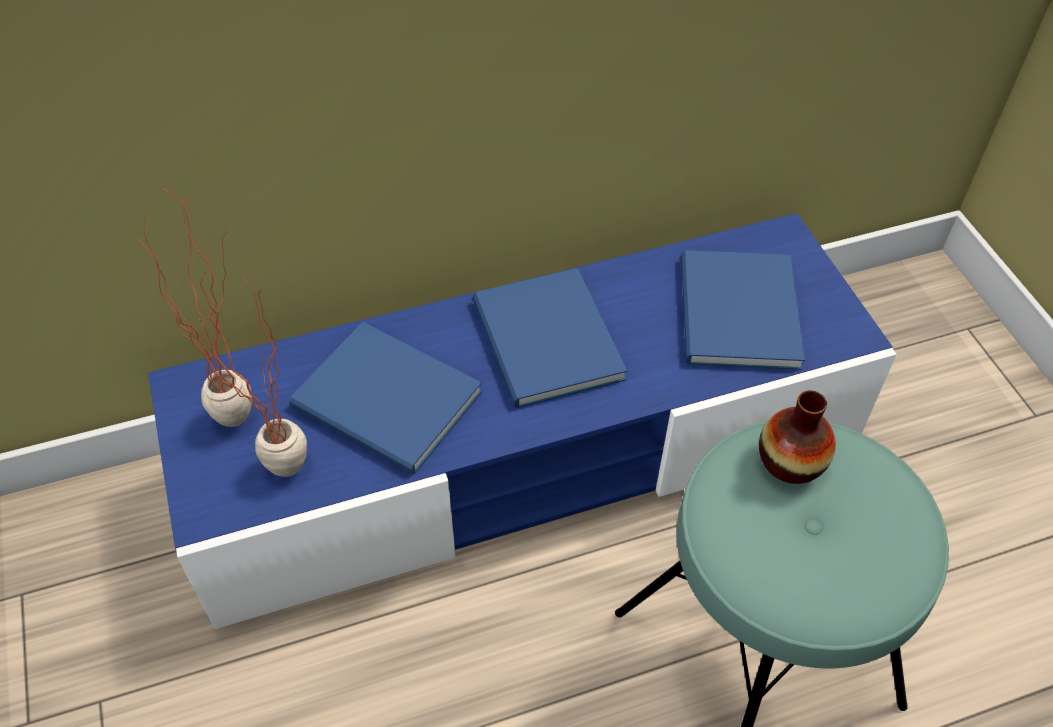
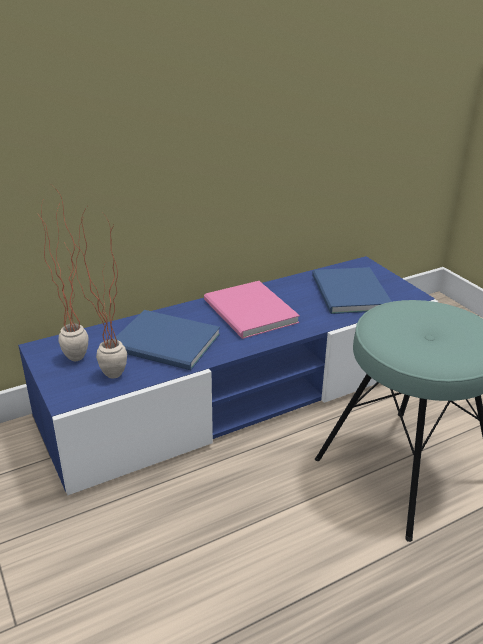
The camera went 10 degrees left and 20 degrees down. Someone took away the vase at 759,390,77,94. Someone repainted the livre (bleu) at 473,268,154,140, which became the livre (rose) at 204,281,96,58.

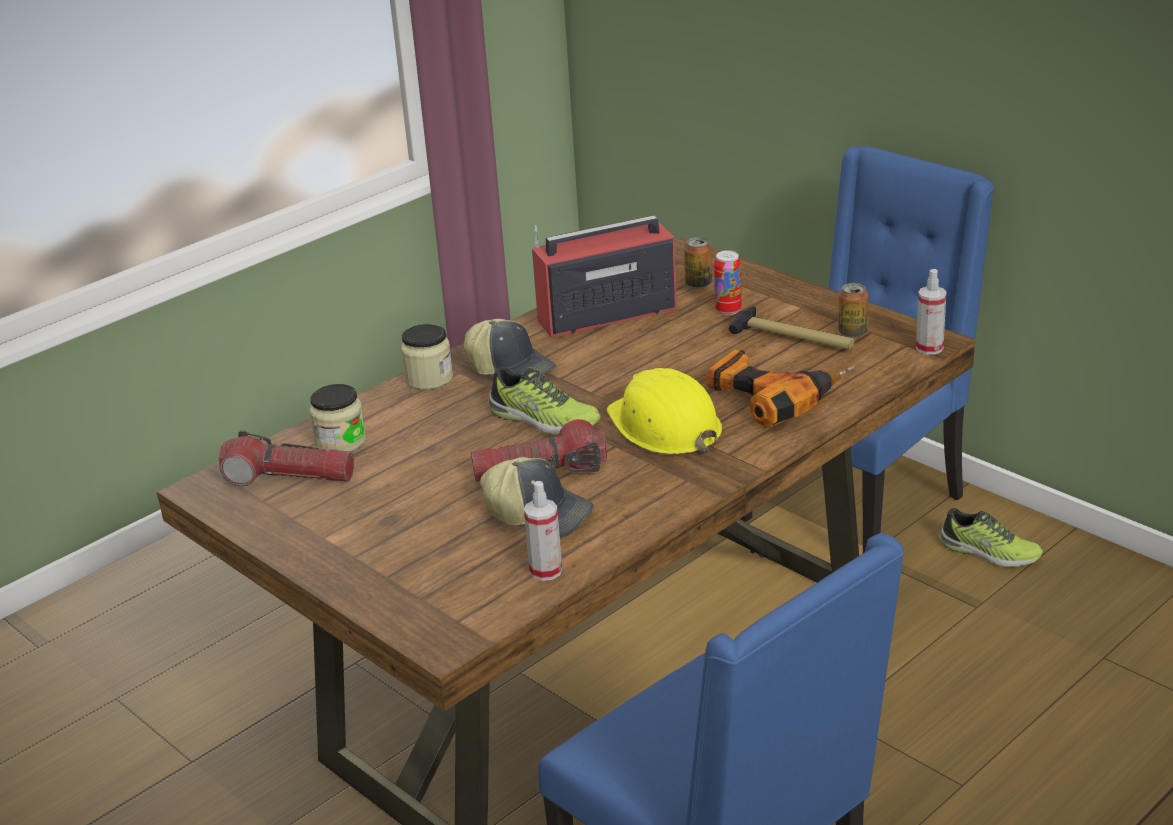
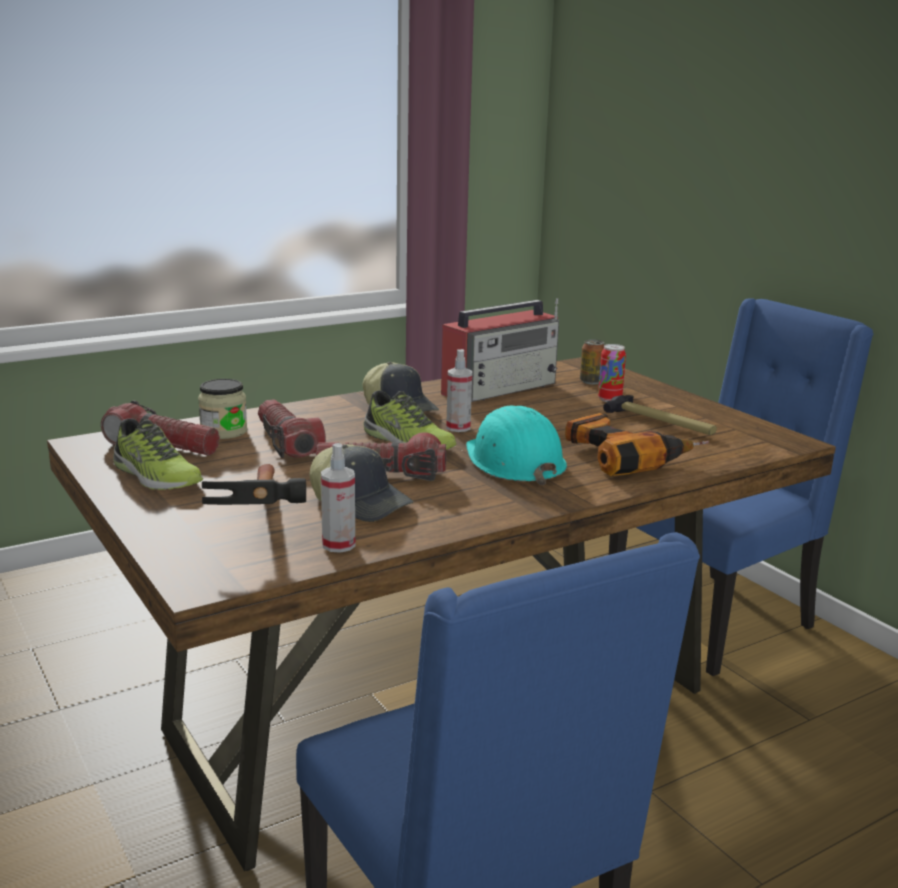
The camera went 10 degrees right and 10 degrees down. Someone took away the bocal at 401,324,52,66. Someone took away the boîte métallique at 838,283,30,55. Someone put down the marteau at 202,464,104,41. Someone put down the lampe de poche at 258,399,68,59. Someone carried the vaporisateur from 916,269,31,86 to 446,349,26,83. Someone carried the chaussure from 940,508,103,59 to 113,418,90,72. Someone repainted the casque de chantier (jaune) at 607,368,115,86, which became the casque de chantier (turquoise) at 466,406,101,79. Someone rotated the radio at 532,215,145,123 by 150 degrees clockwise.

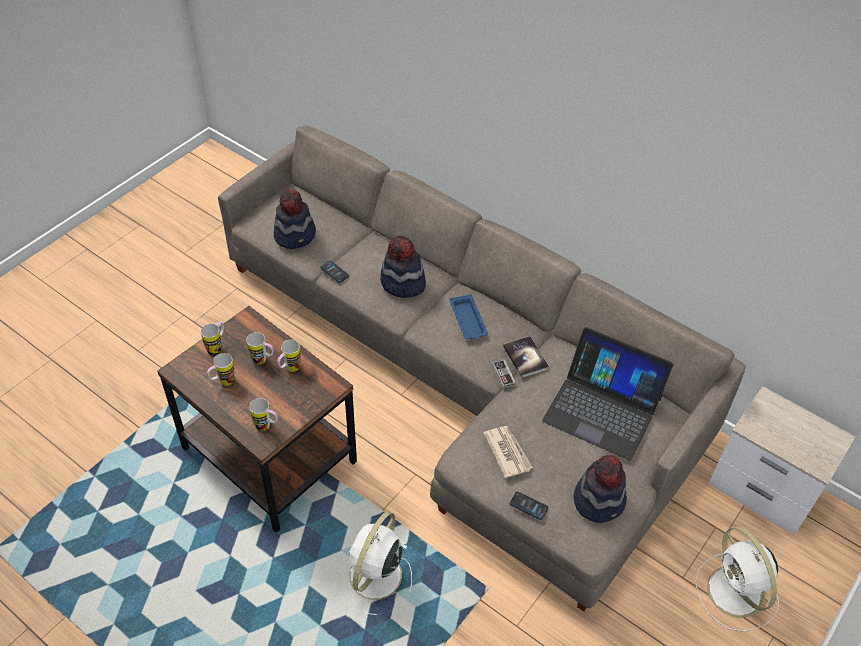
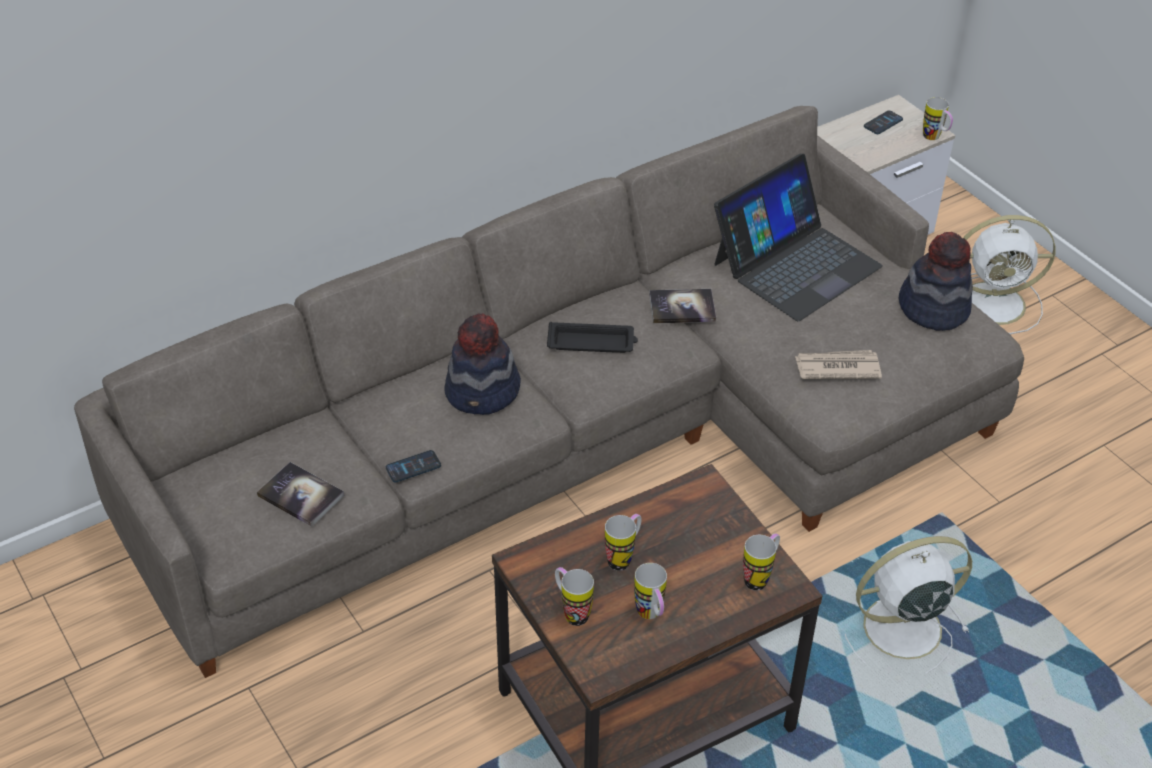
The camera went 70 degrees left and 5 degrees down. Someone took away the manette at 492,359,24,29. Someone carried the mug from 277,339,24,33 to 923,97,30,43. Someone carried the téléphone from 510,492,38,28 to 864,111,39,23. Someone swapped the chapeau at 274,189,42,60 for the livre at 257,462,88,65. Someone repainted the plateau (bleu) at 449,294,39,46, which became the plateau (noir) at 547,322,91,31. Someone rotated the ventilateur (blanc) at 348,511,64,104 by 120 degrees clockwise.

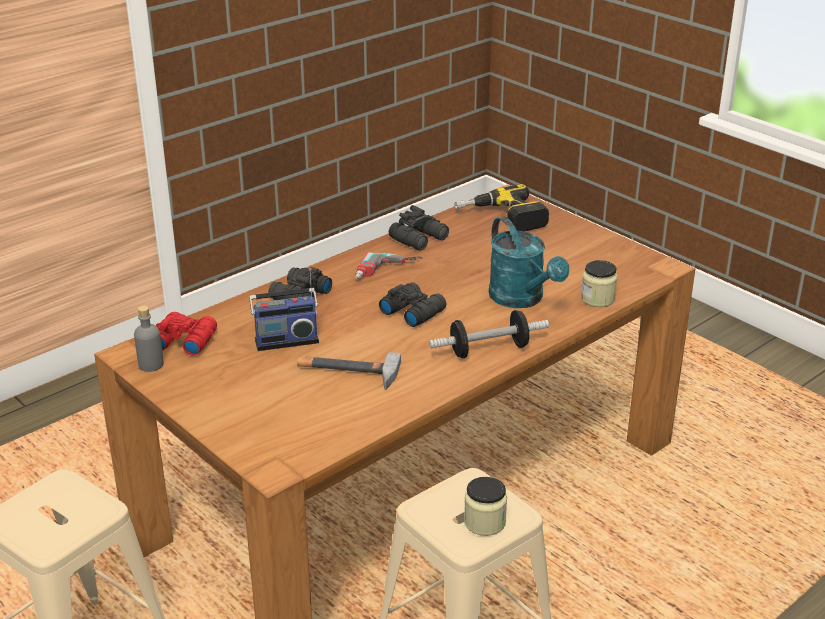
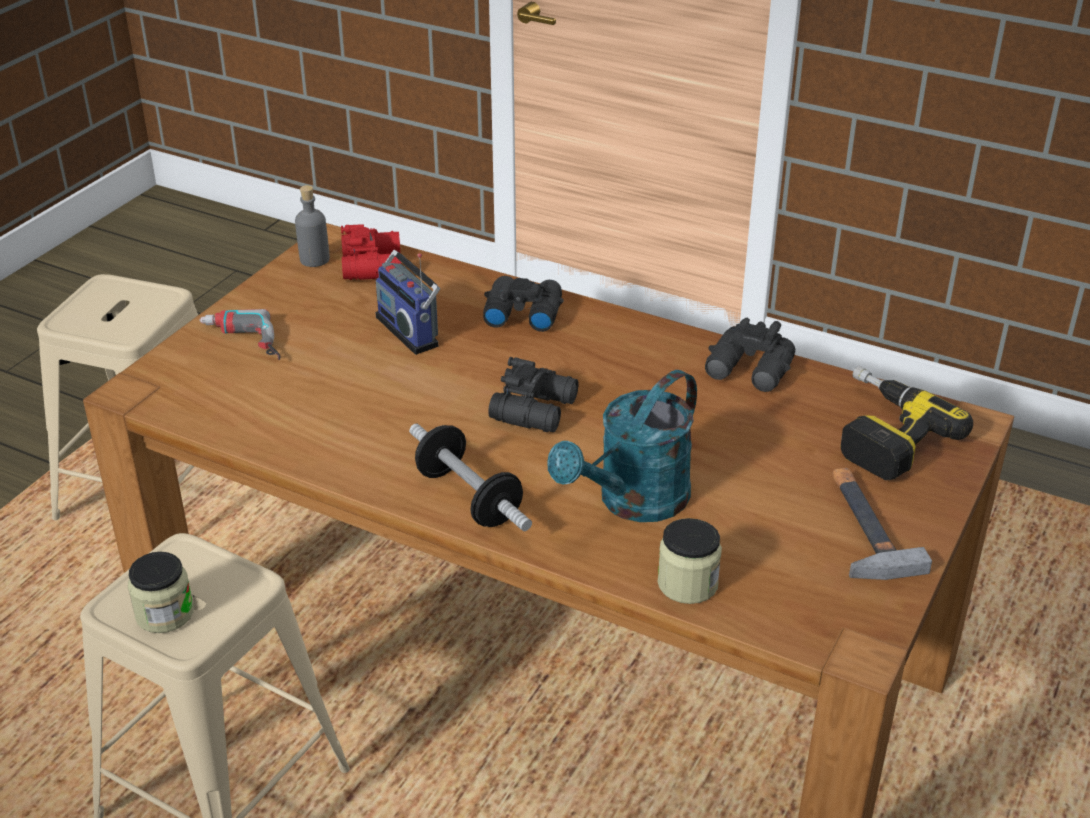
The camera went 70 degrees right and 5 degrees up. Someone carried the marteau from 297,352,104,38 to 833,468,99,112. Someone carried the perceuse from 355,252,68,27 to 199,309,81,51.

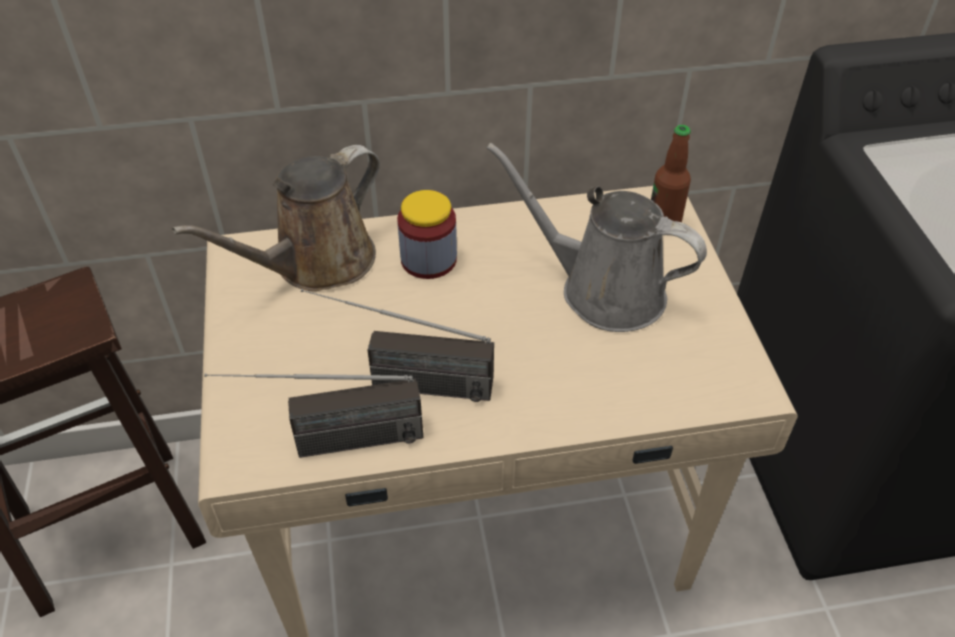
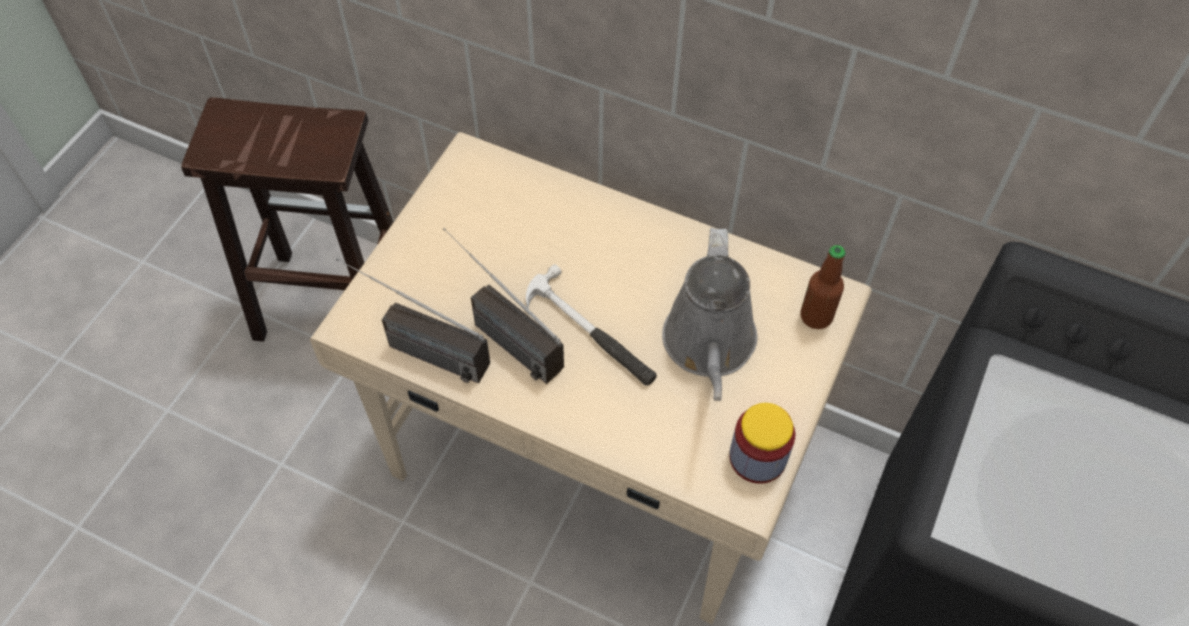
The camera went 35 degrees right and 10 degrees up. Someone took away the arrosoir (marron) at 172,145,208,146. Someone put down the marteau at 526,264,131,122. Someone carried the bocal from 397,190,60,89 to 729,403,66,81. Someone rotated the arrosoir (gris) at 487,143,220,189 by 150 degrees counterclockwise.

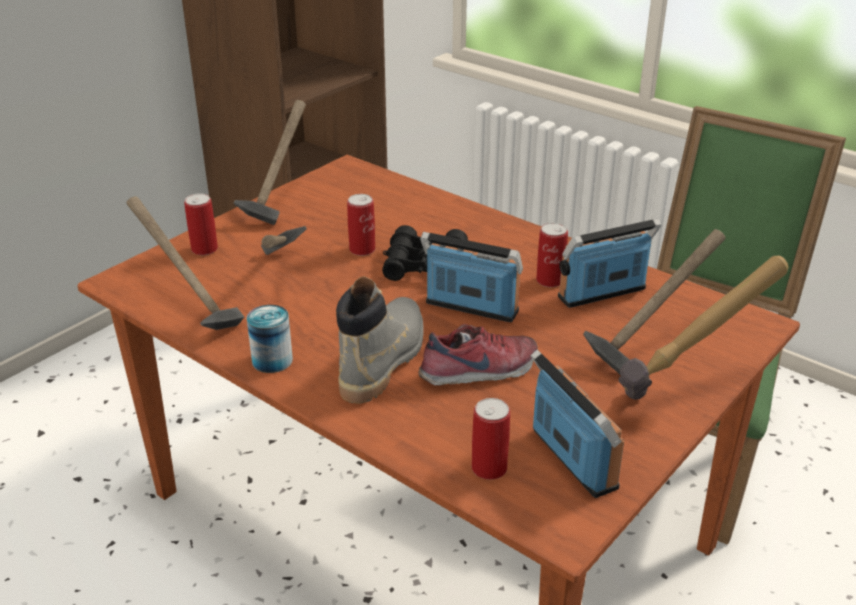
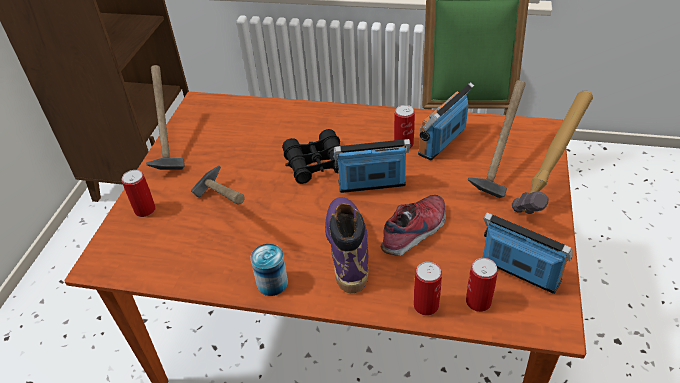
The camera went 25 degrees left and 10 degrees up. Someone took away the marteau at 127,196,117,134. Someone carried the boîte métallique from 347,194,28,62 to 414,262,28,54. Someone repainted the botte (gris) at 336,276,88,128, which became the botte (violet) at 325,197,44,96.

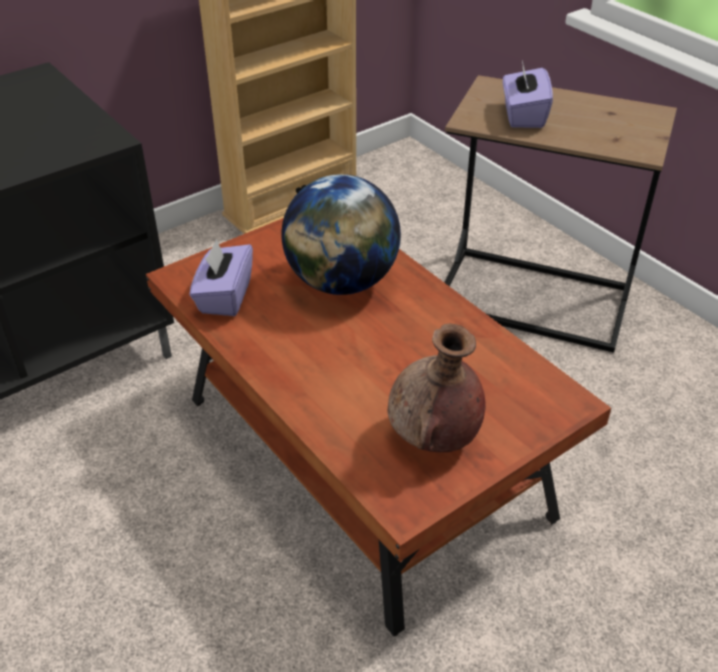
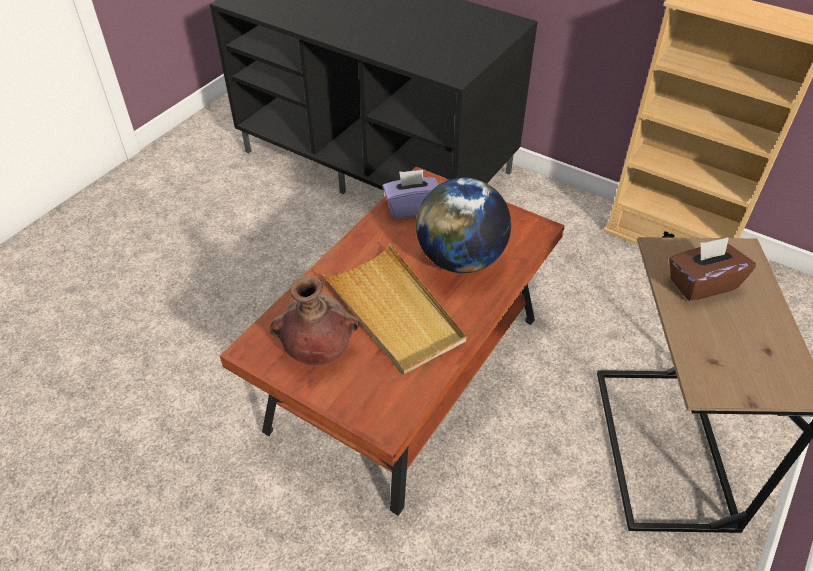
The camera went 70 degrees right and 5 degrees up. Someone put down the plateau (beige) at 321,243,146,132. Someone repainted the boîte à mouchoirs (violet) at 503,60,50,68, which became the boîte à mouchoirs (marron) at 669,237,87,64.

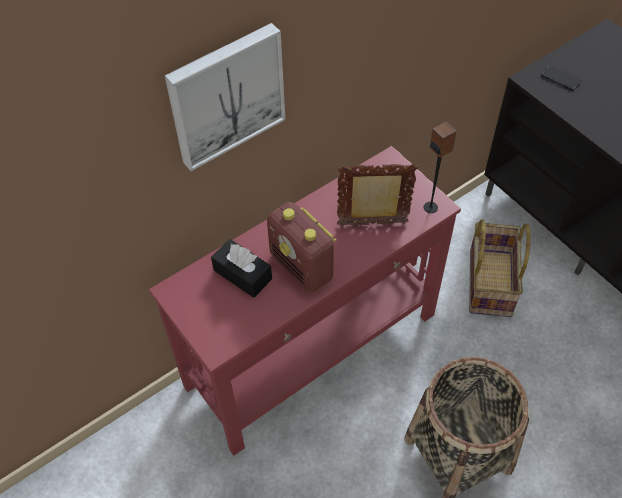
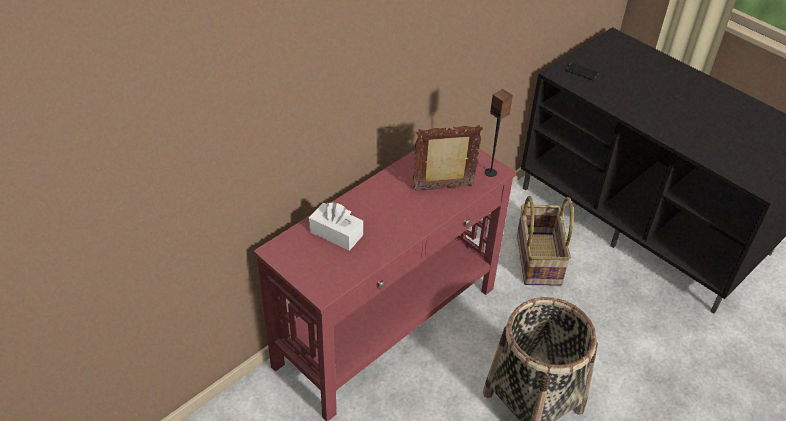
The camera went 10 degrees left and 10 degrees down. Someone took away the tableau at 165,23,120,148. Someone took away the radio at 267,202,69,90. Someone repainted the boîte à mouchoirs (noir) at 211,239,61,59, which became the boîte à mouchoirs (blanc) at 309,202,54,49.

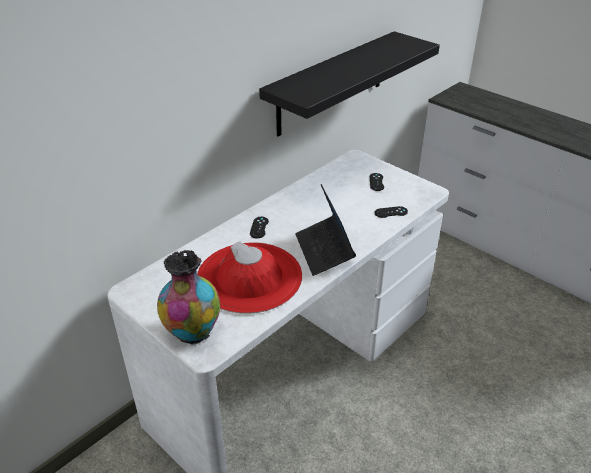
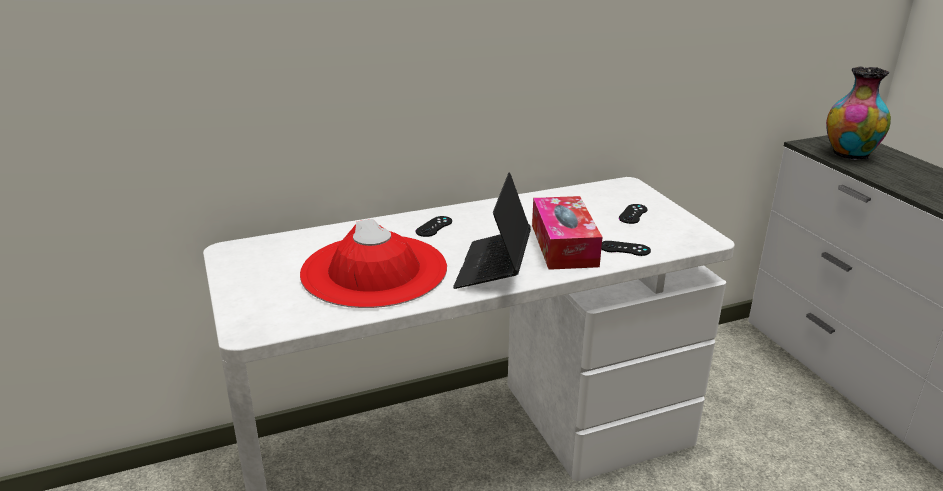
The camera went 25 degrees right and 10 degrees down. Someone took away the étagère (noir) at 259,31,181,105. Someone put down the boîte à mouchoirs at 532,196,70,74. Someone carried the vase from 157,250,63,95 to 826,66,65,94.

